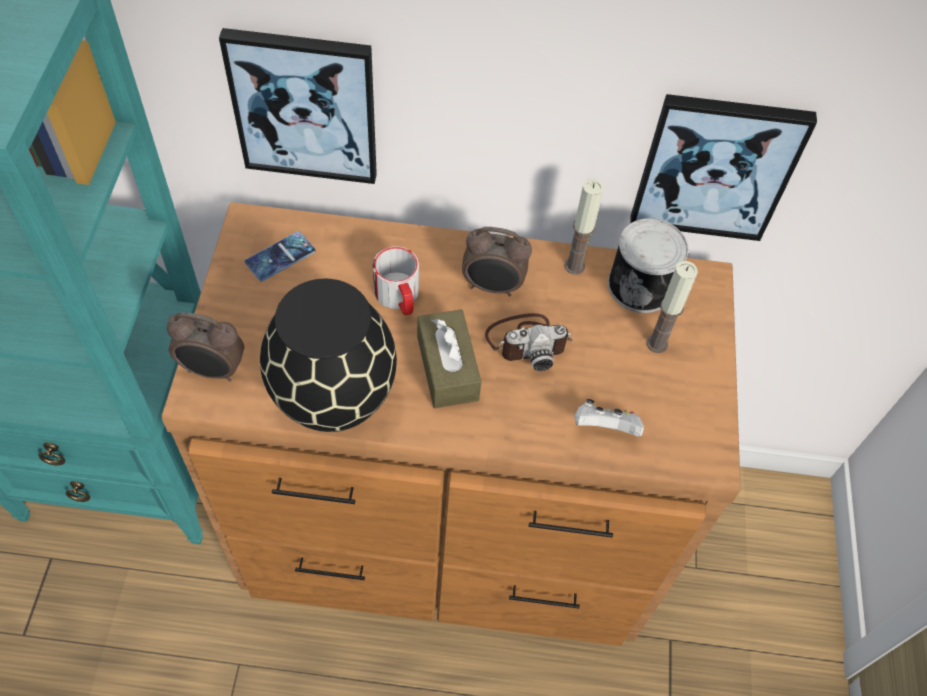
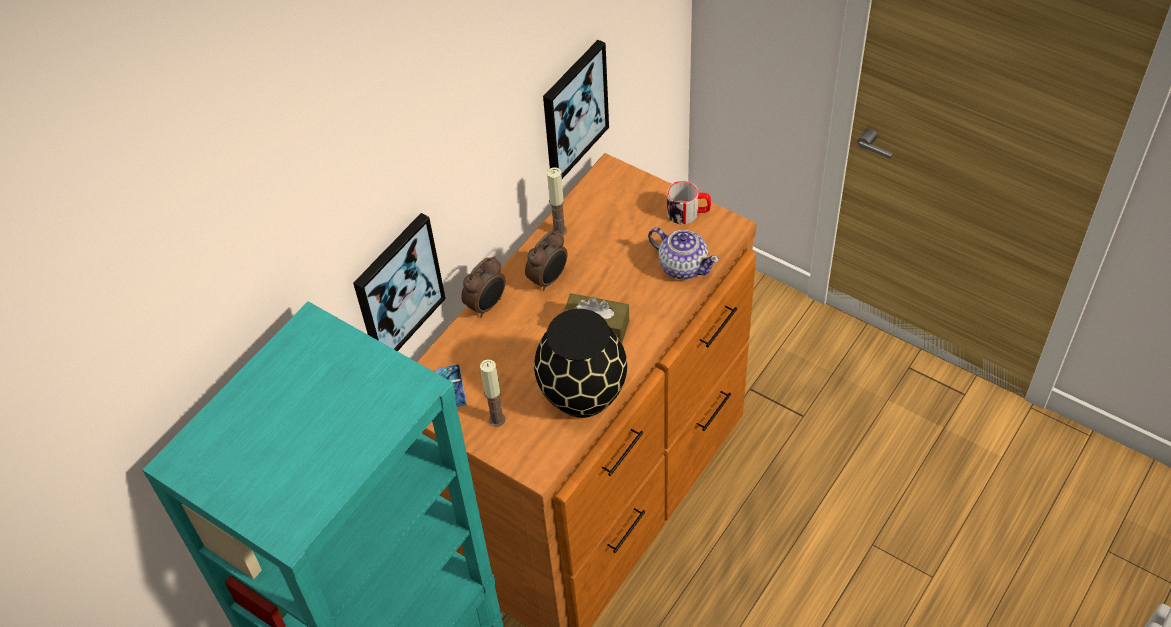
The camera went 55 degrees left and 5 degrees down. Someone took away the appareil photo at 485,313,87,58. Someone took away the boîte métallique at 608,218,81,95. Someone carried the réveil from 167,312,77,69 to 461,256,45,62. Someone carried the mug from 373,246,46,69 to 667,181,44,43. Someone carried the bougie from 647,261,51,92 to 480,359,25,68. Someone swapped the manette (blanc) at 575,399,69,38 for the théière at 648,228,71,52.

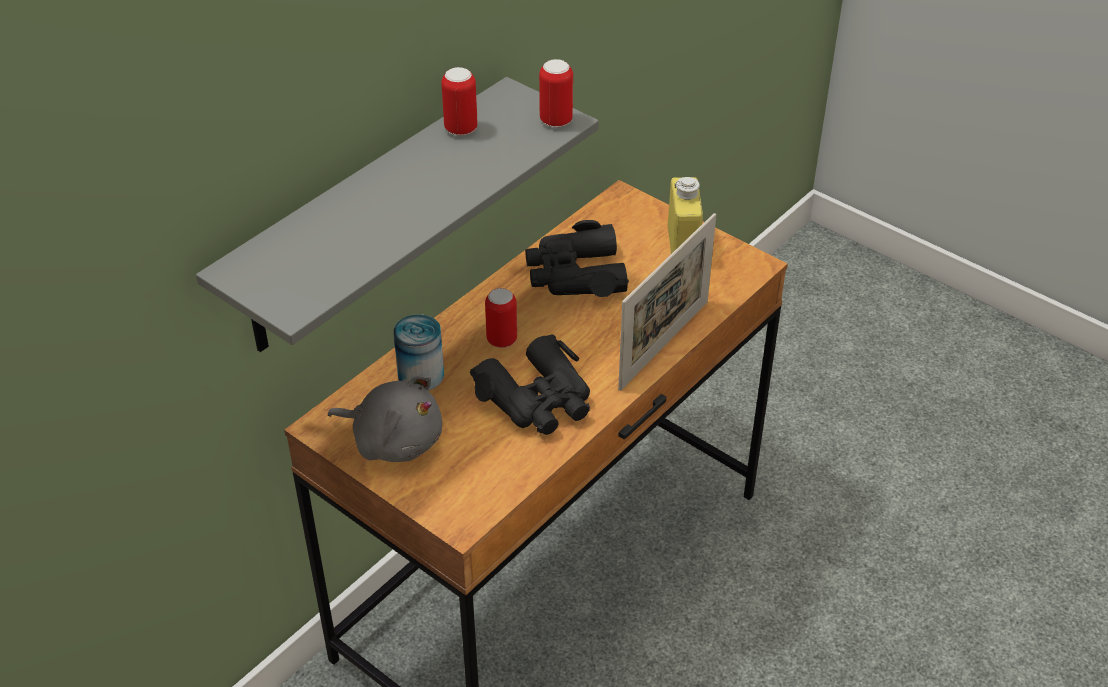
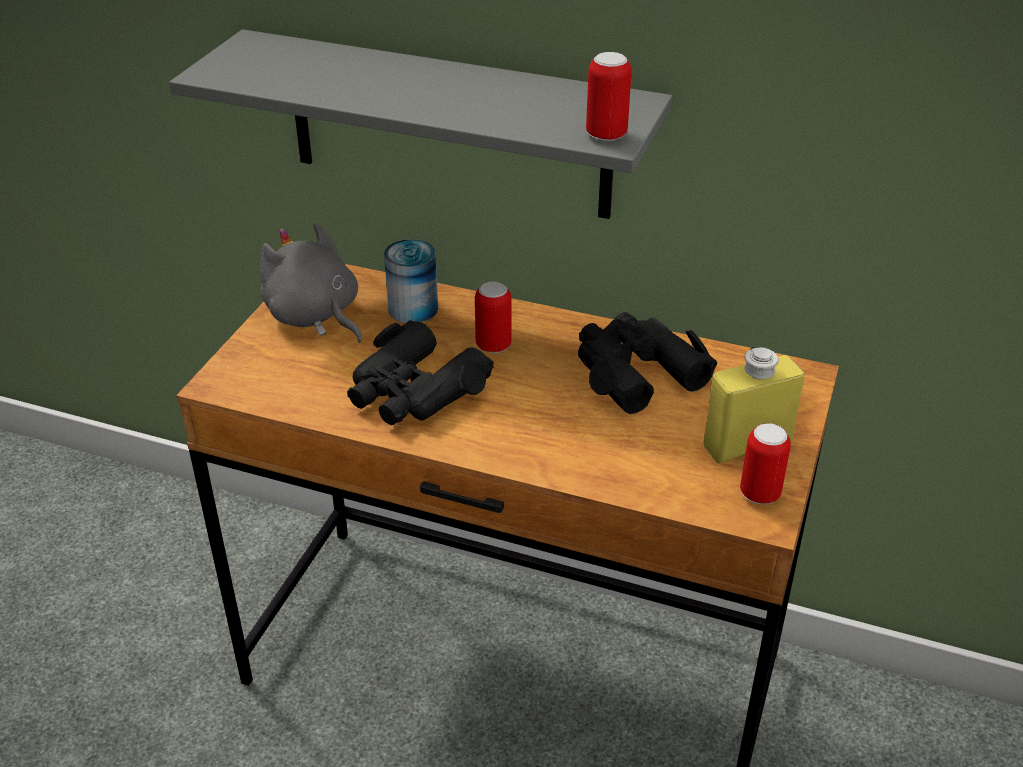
The camera went 70 degrees right and 5 degrees down. Someone took away the cadre photo at 618,213,98,178. Someone carried the boîte métallique from 441,67,37,69 to 740,423,51,82. Someone rotated the peluche (gris) at 328,375,114,87 by 135 degrees clockwise.

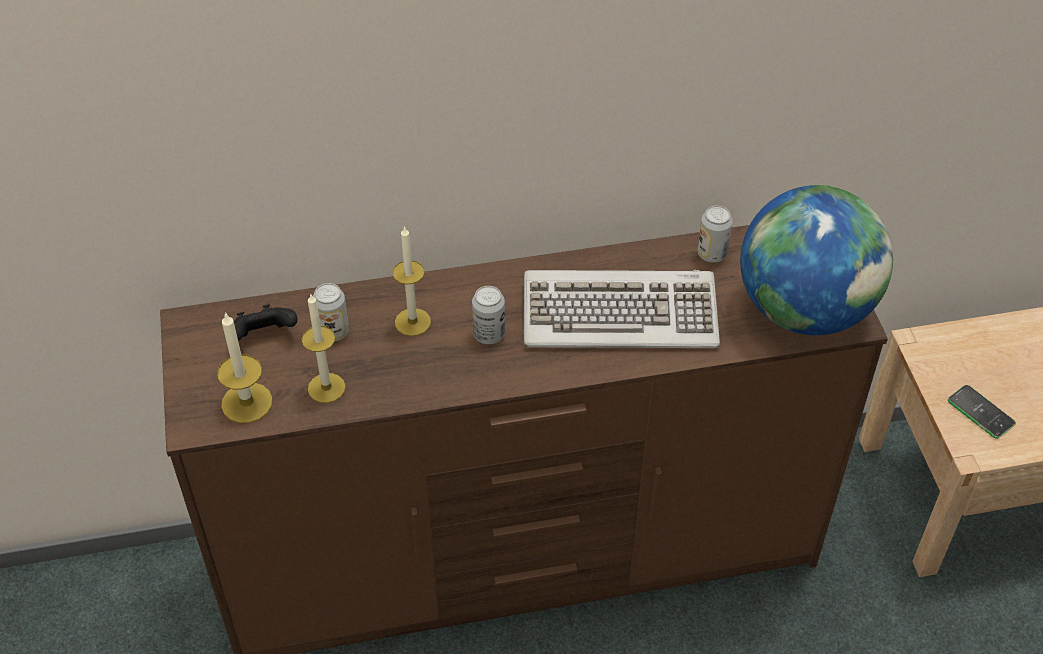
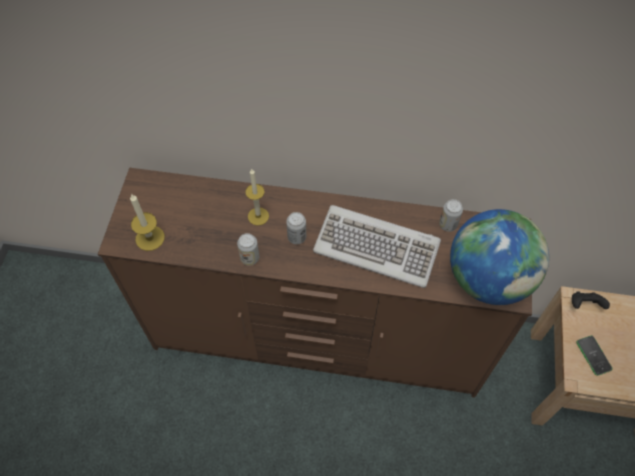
The camera went 20 degrees right and 10 degrees up. Someone took away the bougie at 302,294,44,109. Someone carried the manette (noir) from 234,304,63,36 to 572,291,38,18. Someone carried the boîte métallique from 313,283,36,59 to 237,233,22,33.

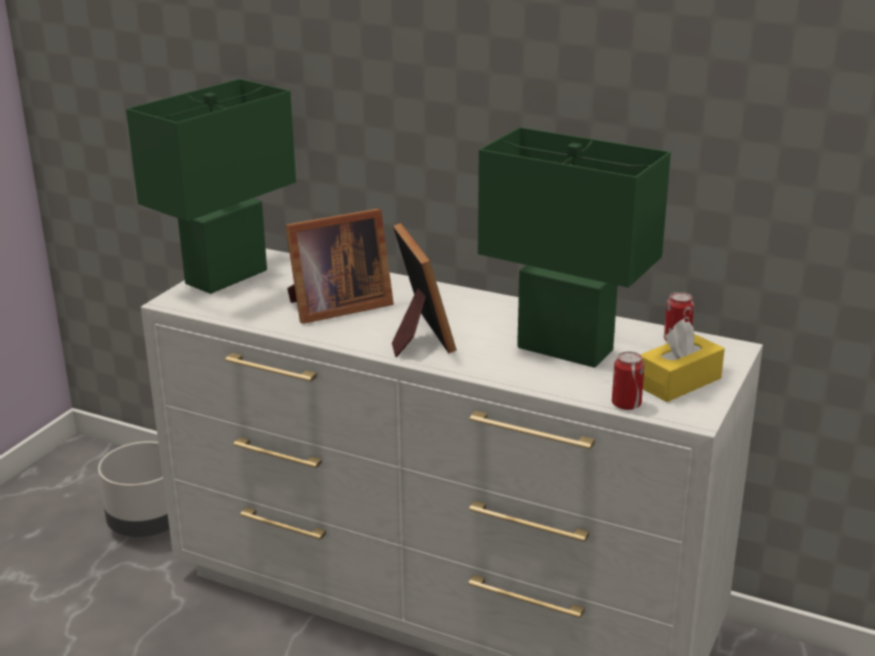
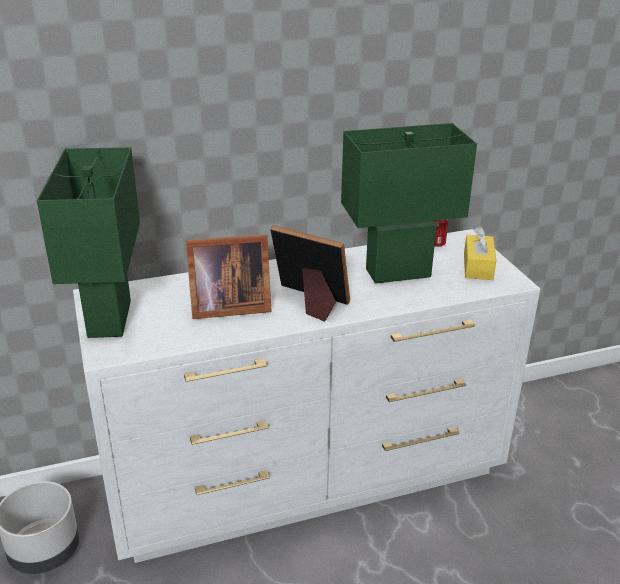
The camera went 45 degrees left and 5 degrees up. Someone took away the boîte métallique at 612,351,32,59. Someone rotated the cadre photo at 285,209,109,115 by 60 degrees clockwise.

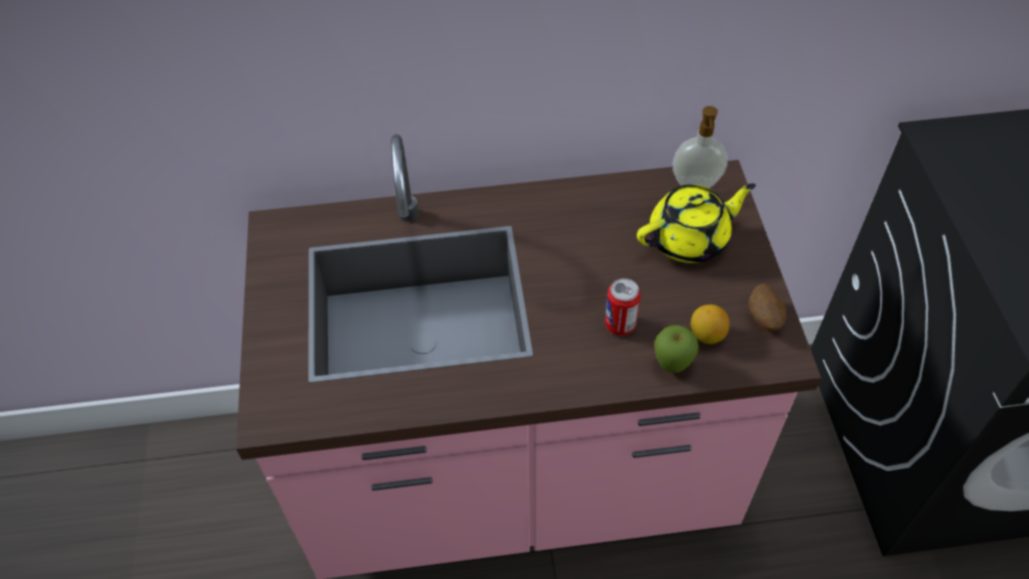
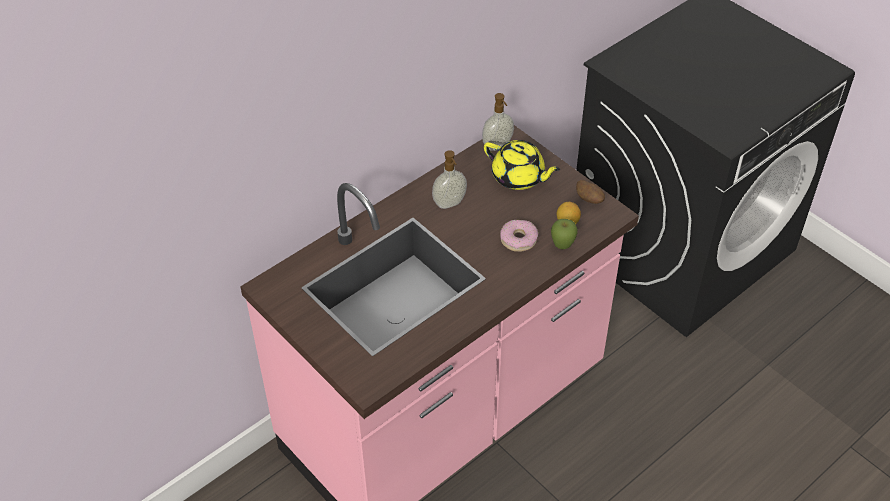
The camera went 35 degrees left and 5 degrees down. Someone put down the distributeur de savon at 432,150,35,59. Someone swapped the boîte métallique at 605,278,36,57 for the beignet at 500,220,38,32. Someone rotated the théière (jaune) at 637,183,119,80 by 90 degrees clockwise.

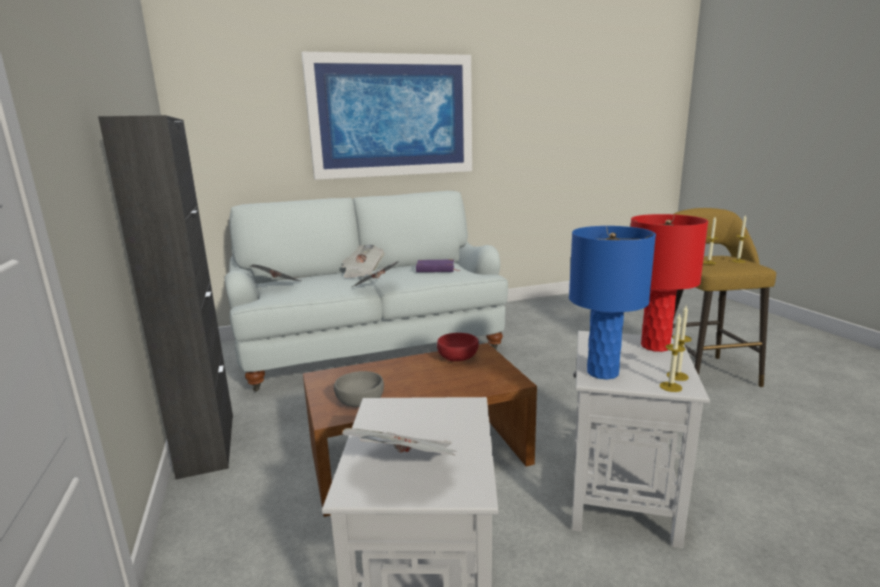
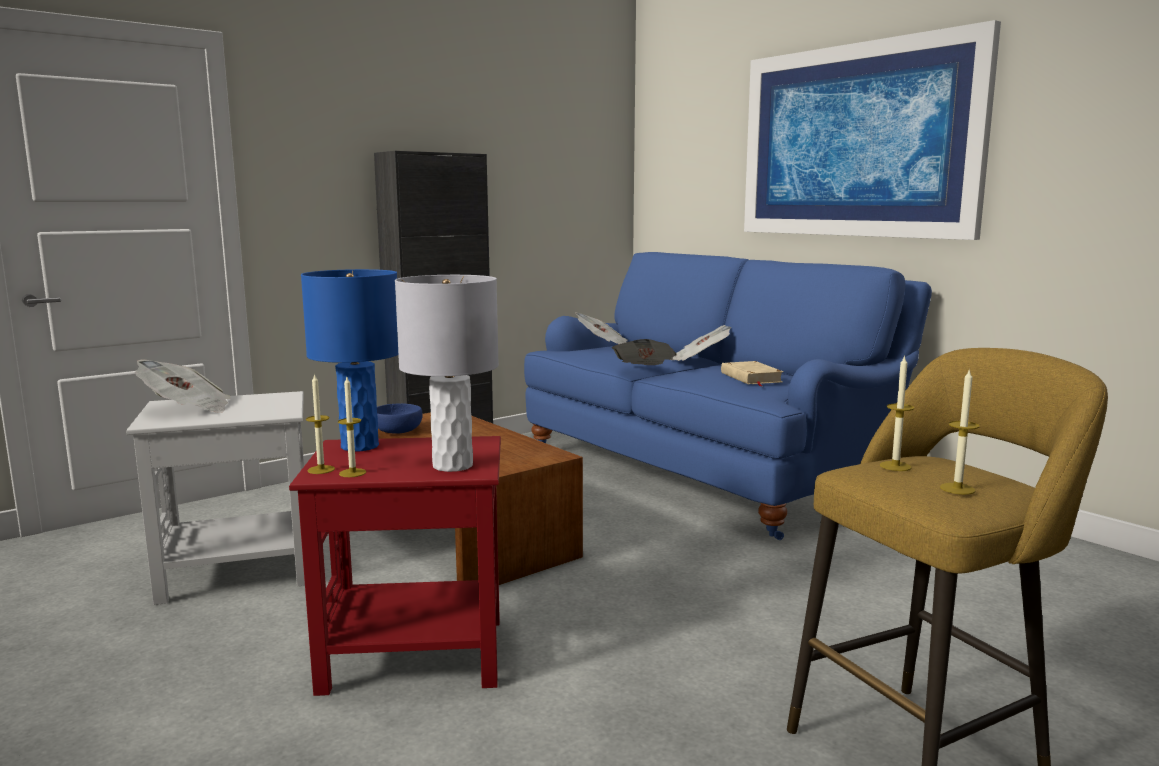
The camera went 70 degrees right and 5 degrees down. Someone took away the bol (rouge) at 437,333,42,28. Someone repainted the canapé (blanc) at 224,191,284,201, which became the canapé (bleu) at 524,252,408,288. Someone repainted the bol (gris) at 334,371,50,36, which became the bol (bleu) at 377,403,46,31. Someone repainted the livre (violet) at 416,259,44,13, which became the livre (beige) at 721,361,63,25. Someone repainted the table d'appoint (blanc) at 572,331,138,218, which became the table d'appoint (rouge) at 289,436,212,260. Someone repainted the lampe de table (rouge) at 631,214,77,138, which became the lampe de table (gris) at 395,275,104,197.

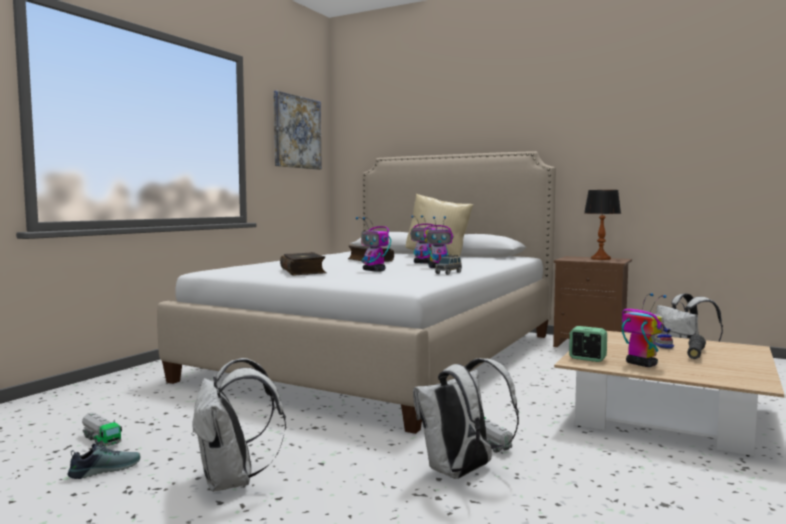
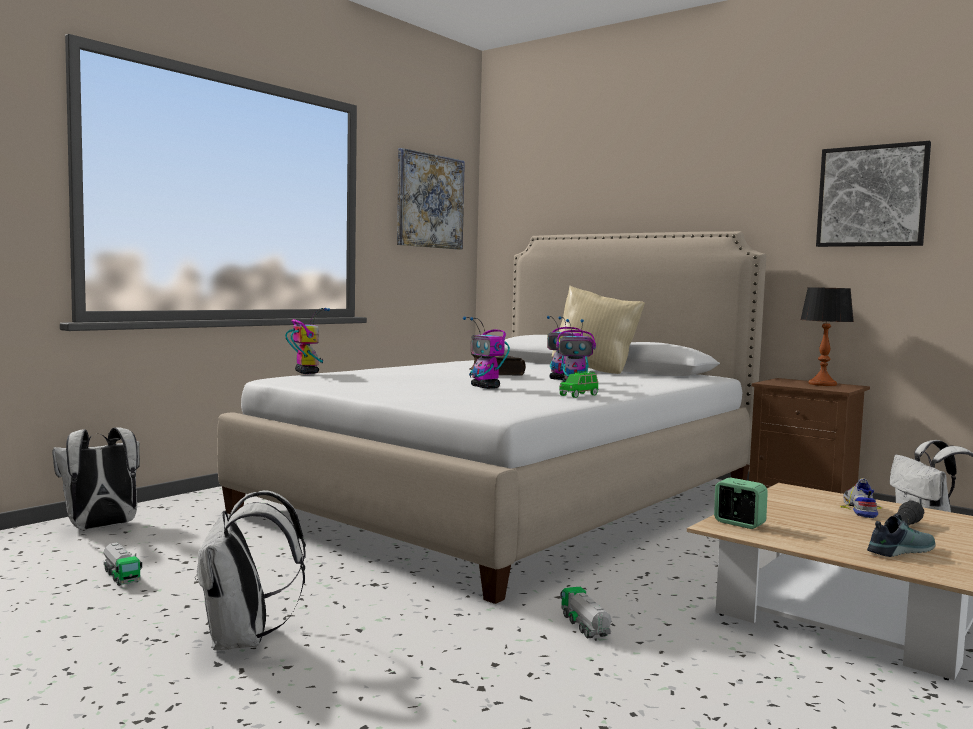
The camera went 10 degrees right and 0 degrees up. Someone took away the livre at 280,252,47,23. Someone put up the tableau at 816,141,115,106. Someone carried the chaussure from 67,442,74,37 to 867,514,69,43. Someone carried the sac à dos (blanc) from 413,358,106,121 to 52,427,88,103. Someone carried the robot jouet from 622,293,44,74 to 285,308,45,66. Someone repainted the petite voiture (gris) at 435,255,27,20, which became the petite voiture (vert) at 559,371,39,27.

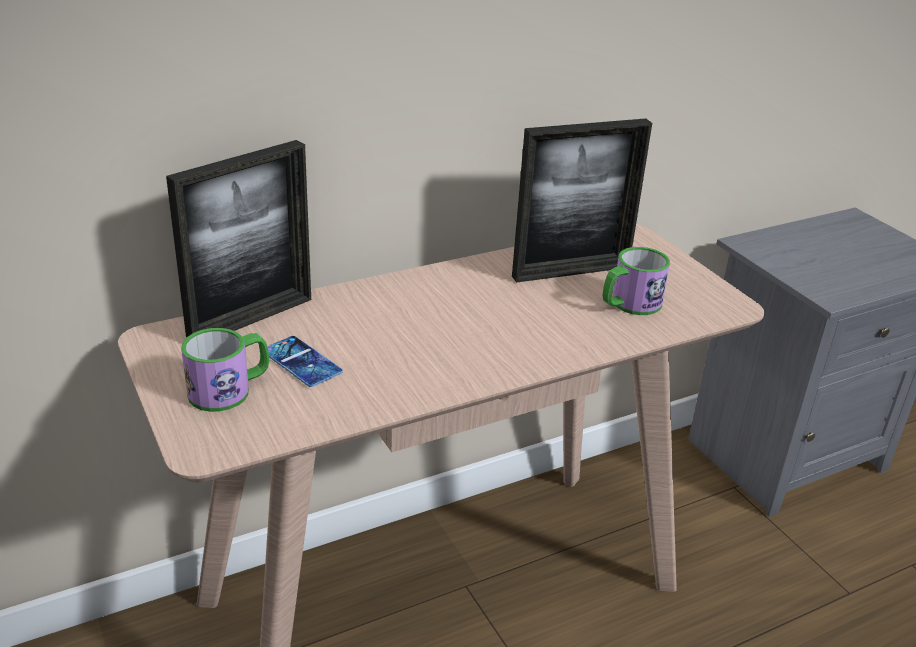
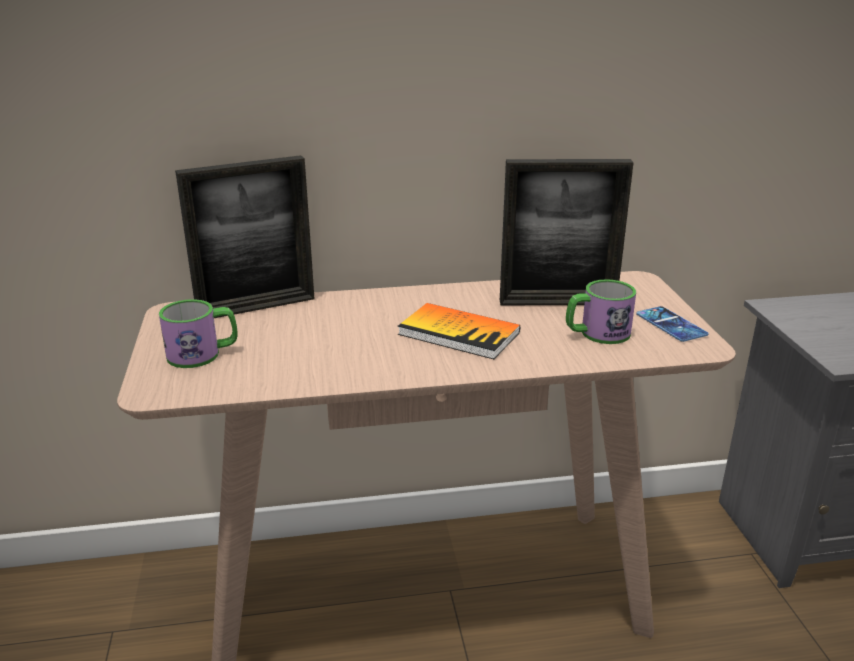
The camera went 20 degrees right and 5 degrees down. Someone put down the livre at 398,303,122,56. Someone carried the téléphone from 267,336,76,51 to 636,306,72,36.

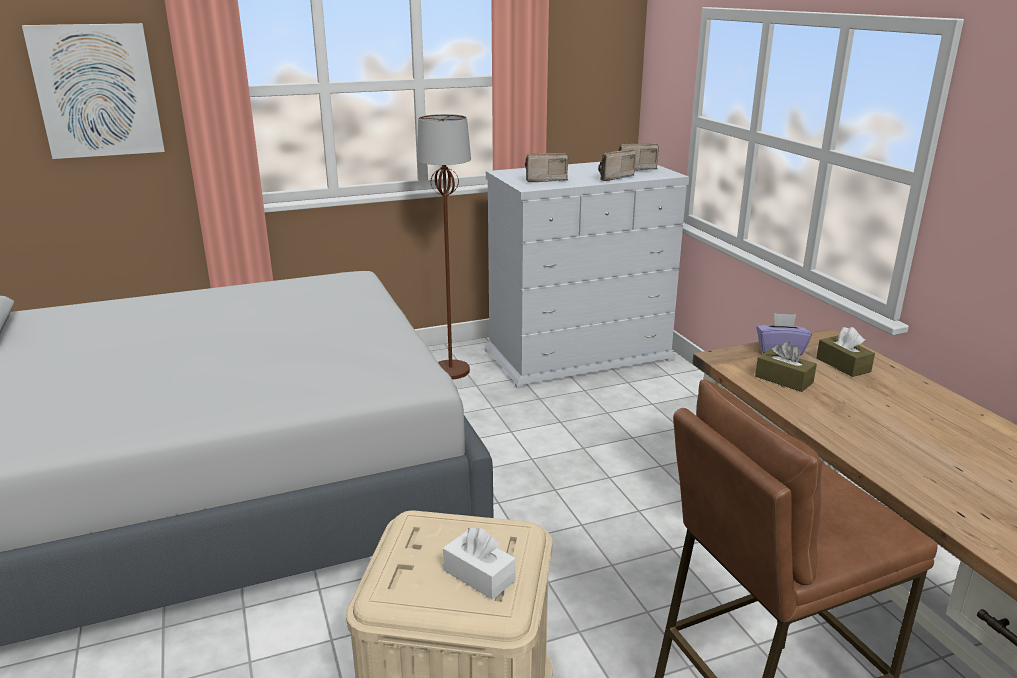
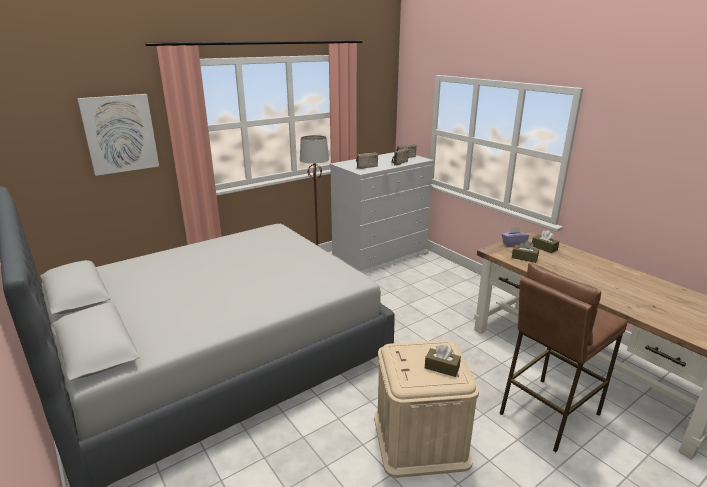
The camera went 15 degrees left and 0 degrees up. Someone repainted the boîte à mouchoirs (blanc) at 443,528,73,72, which became the boîte à mouchoirs (marron) at 425,345,36,32.

